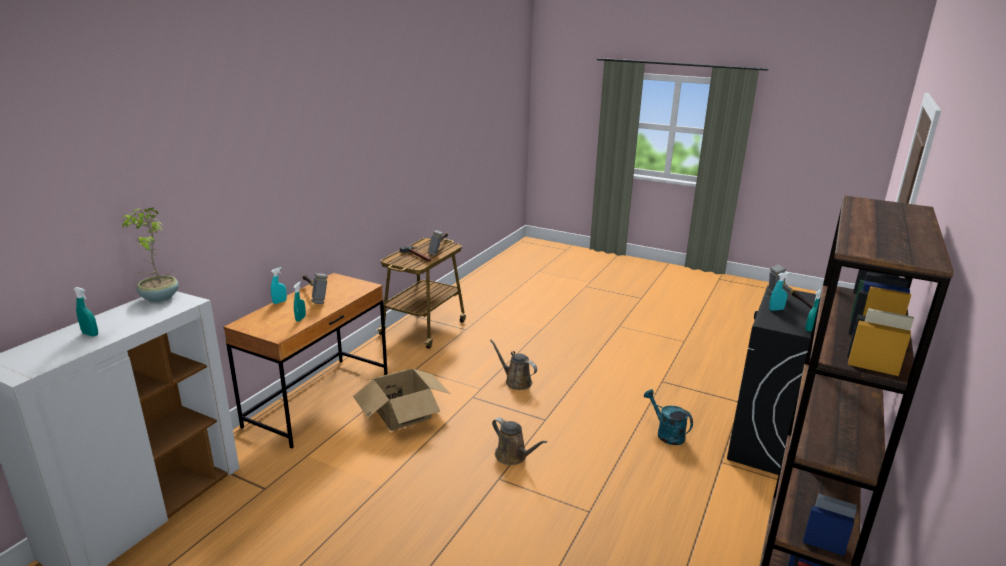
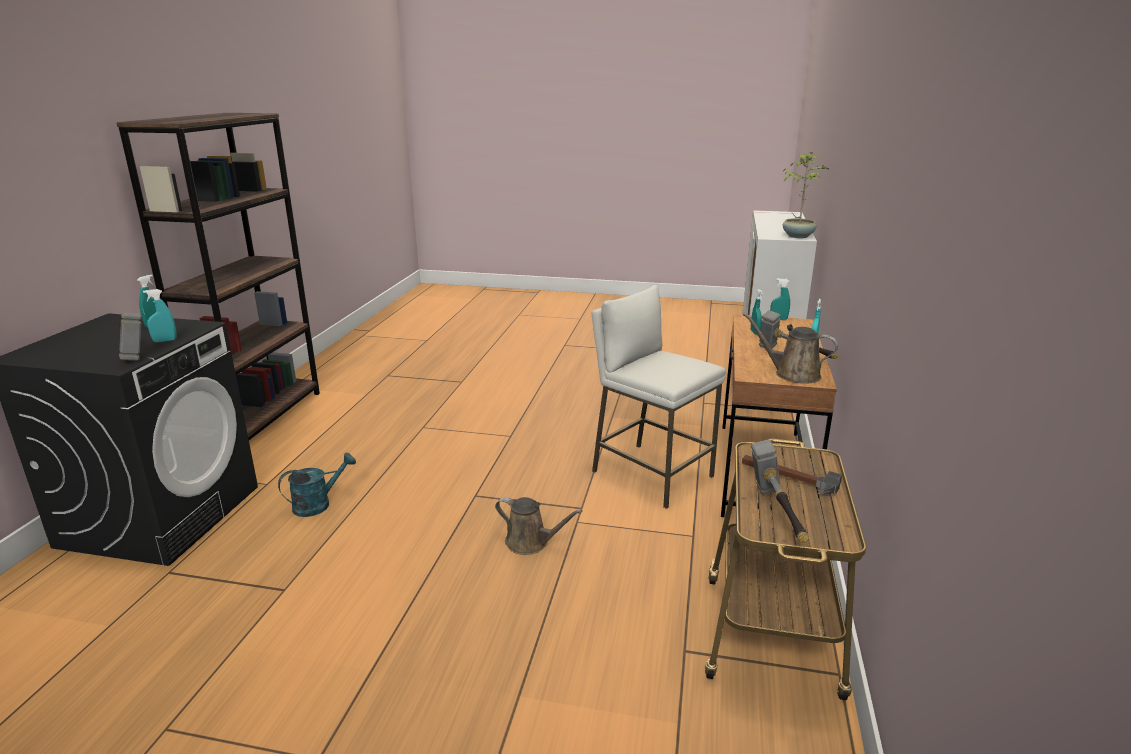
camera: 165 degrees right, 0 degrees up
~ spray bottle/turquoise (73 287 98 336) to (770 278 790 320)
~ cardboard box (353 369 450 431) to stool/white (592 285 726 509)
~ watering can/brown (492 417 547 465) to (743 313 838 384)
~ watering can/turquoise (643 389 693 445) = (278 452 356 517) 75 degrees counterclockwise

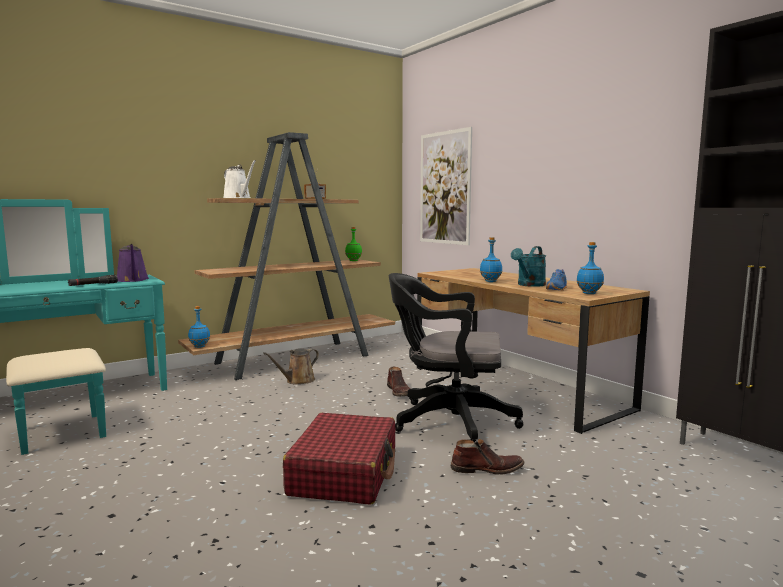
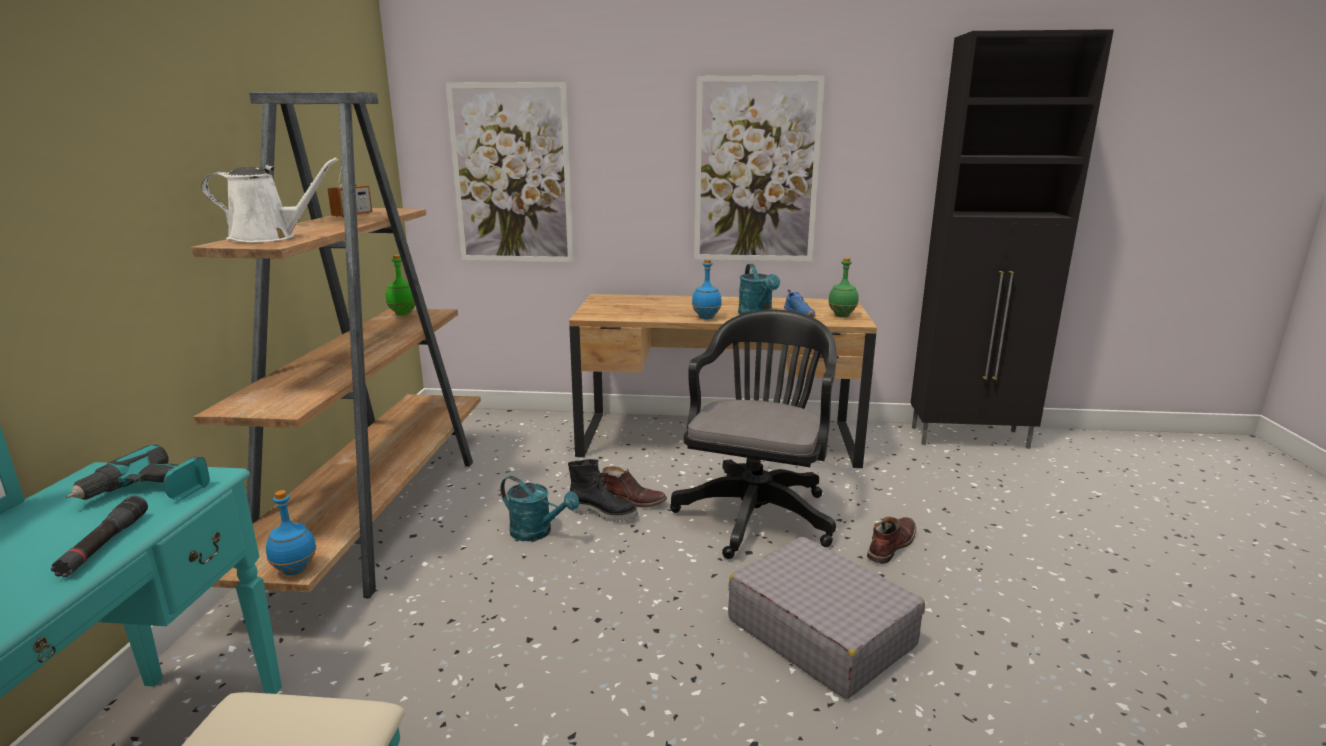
camera: 50 degrees left, 10 degrees up
~ watering can/purple (117 244 149 282) to power drill (66 445 209 501)
- watering can/brown (263 348 319 385)
~ suitcase/red (283 413 395 505) to suitcase/grey (728 537 925 699)
~ office chair/black (389 273 524 442) = (670 309 837 559) 150 degrees clockwise
~ bottle/blue (577 242 604 294) to bottle/green (828 258 859 317)
+ watering can/turquoise (501 476 579 541)
+ boot/black (568 459 638 522)
+ picture (694 75 825 261)

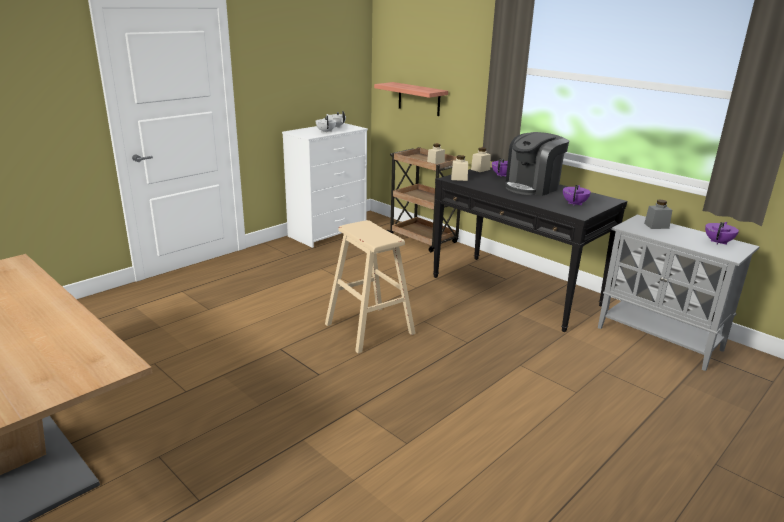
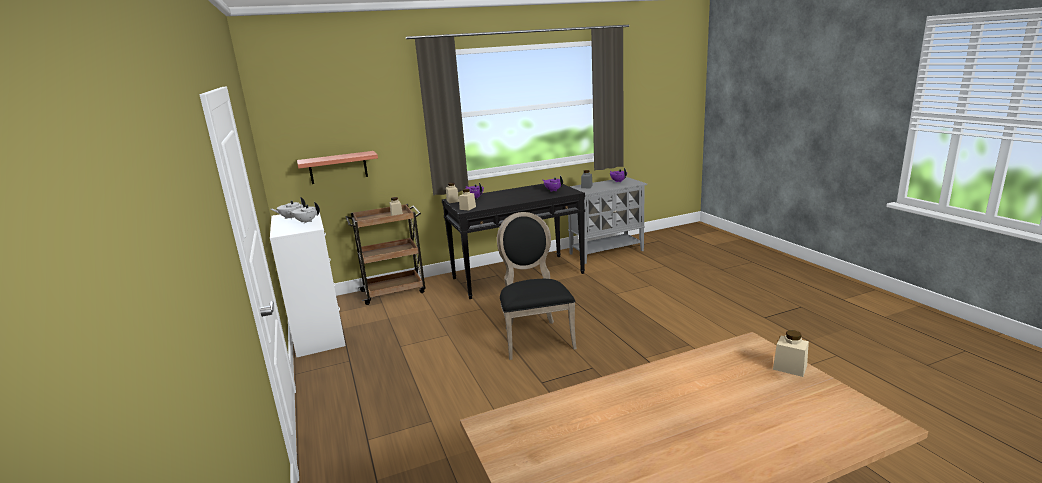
camera: 65 degrees left, 5 degrees down
~ stool/beige (325 220 416 354) to chair/black (497 212 577 360)
- coffee machine (505 132 569 196)
+ jar/beige (773 330 809 377)

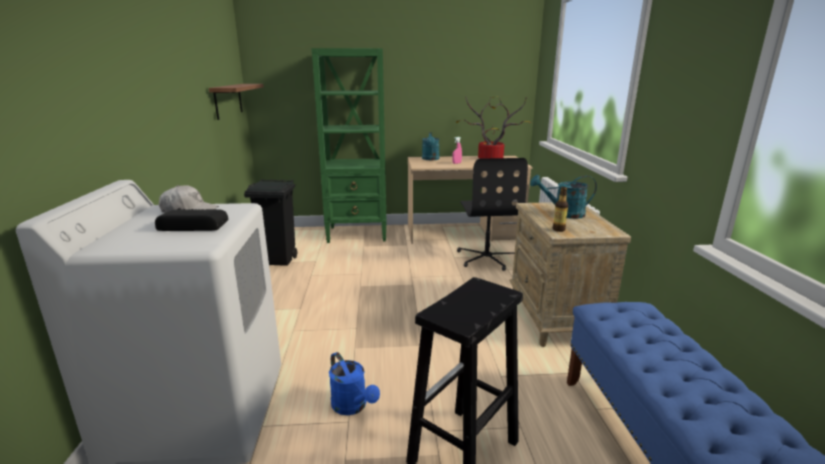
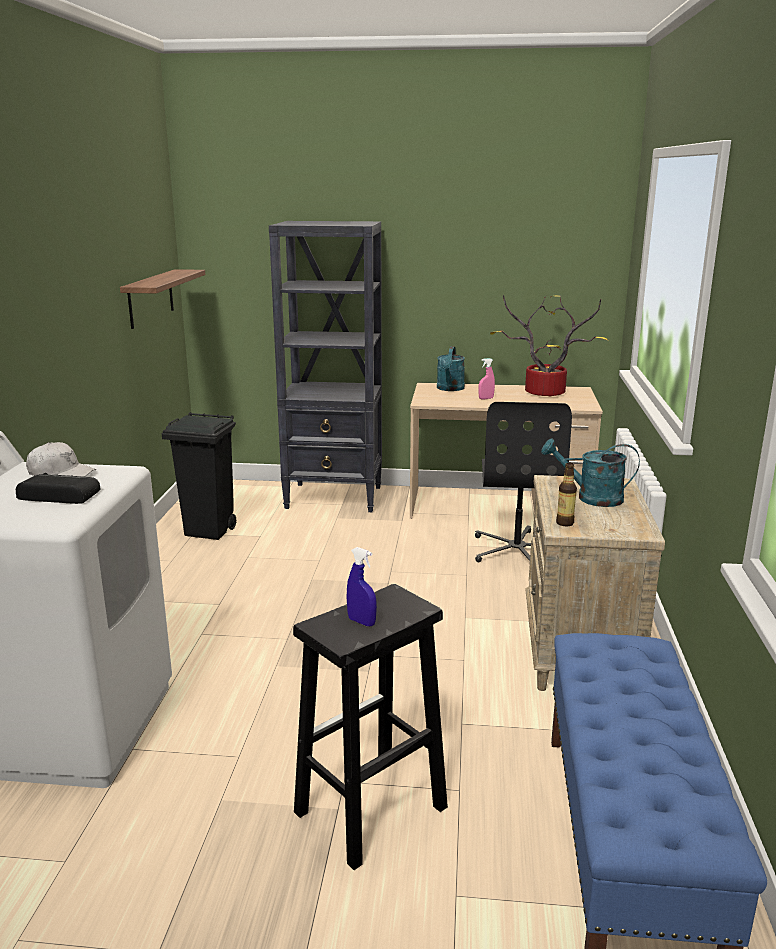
camera: 10 degrees right, 0 degrees up
~ bookcase/green (311 48 387 243) to bookcase/black (269 221 382 512)
- watering can/blue (329 352 380 415)
+ spray bottle/blue (347 547 377 627)

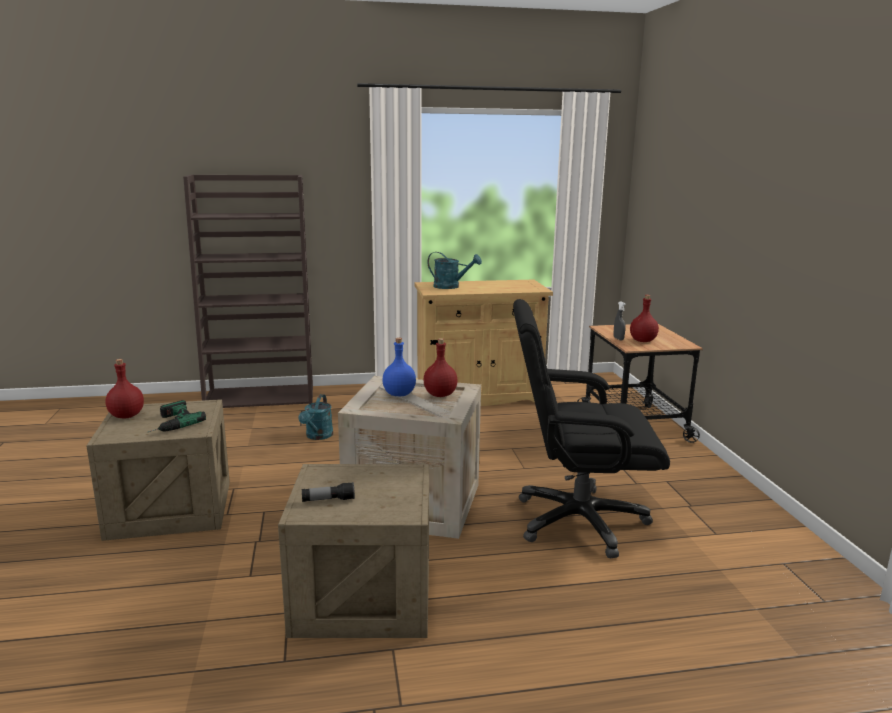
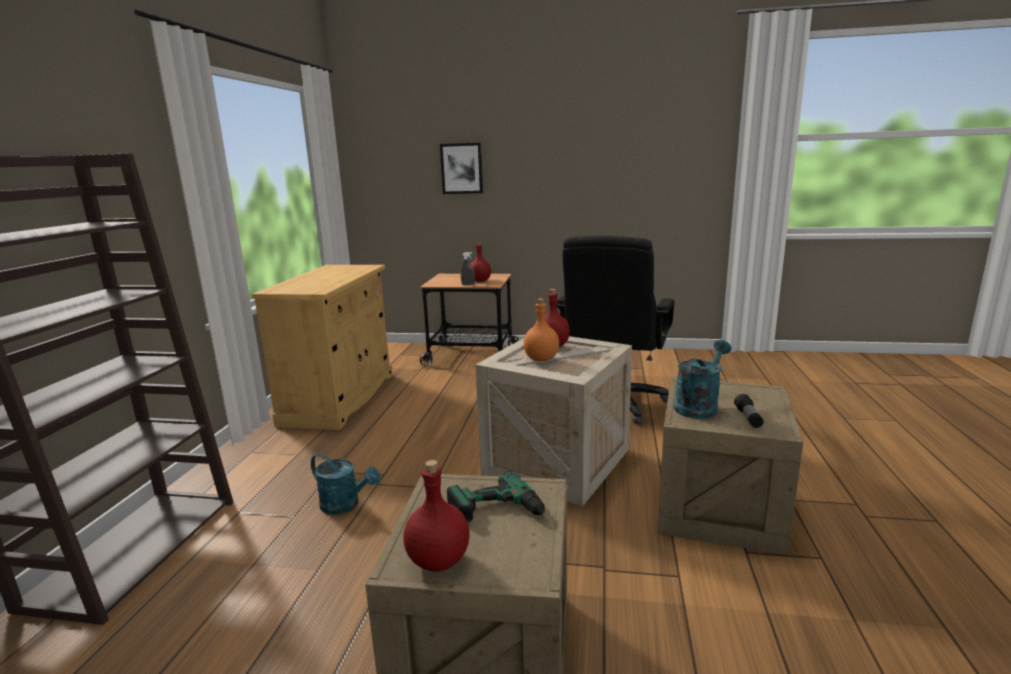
camera: 70 degrees left, 0 degrees up
~ bottle/blue (382 338 416 396) to bottle/orange (523 298 559 361)
~ watering can/turquoise (427 252 482 289) to (674 340 731 419)
+ picture (440 143 483 194)

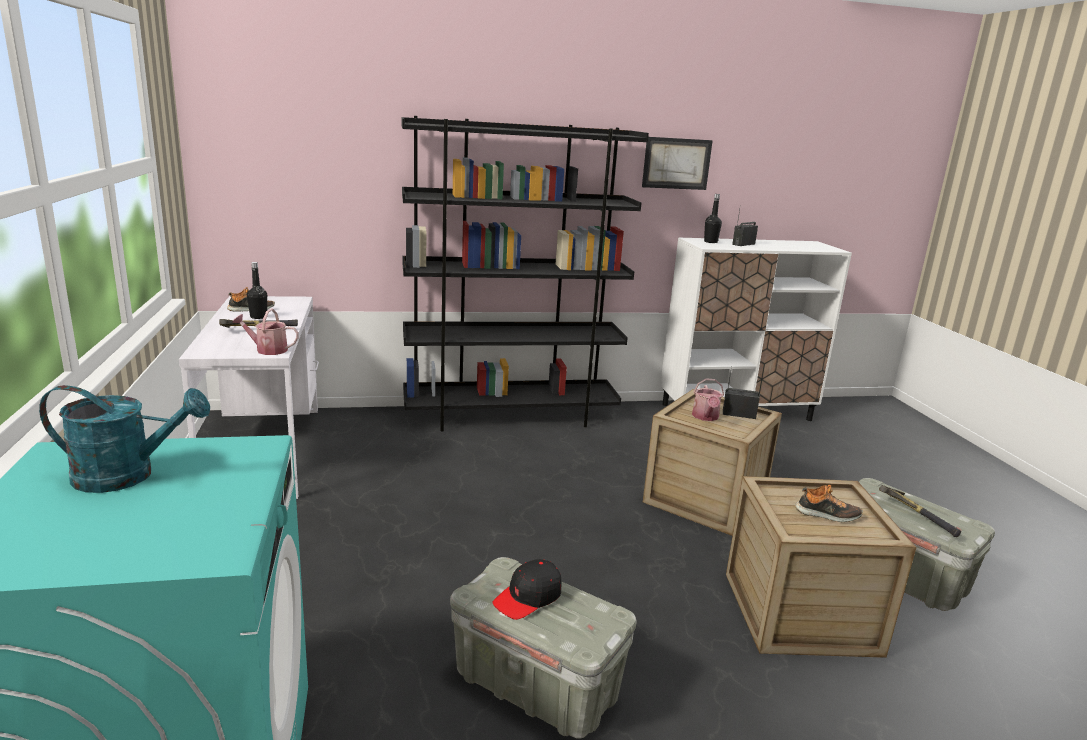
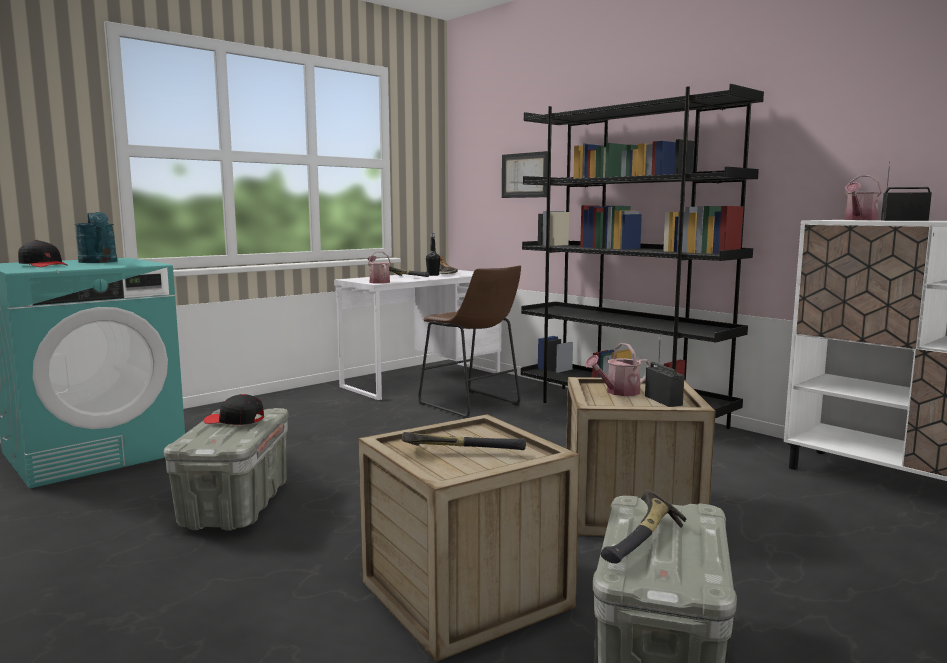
camera: 60 degrees right, 10 degrees down
~ picture (642 137 713 190) to (502 151 548 198)
~ bottle/black (704 194 722 243) to watering can (844 175 882 220)
~ shoe (795 485 863 522) to hammer (402 432 526 450)
+ cap/black (18 240 68 267)
+ stool/brown (419 265 521 418)

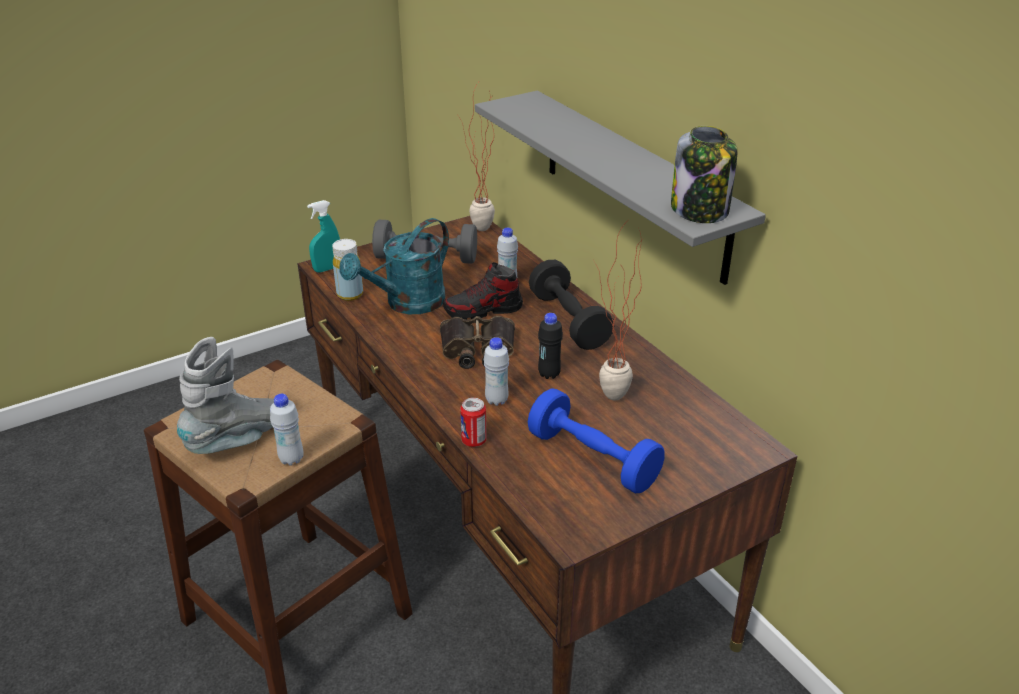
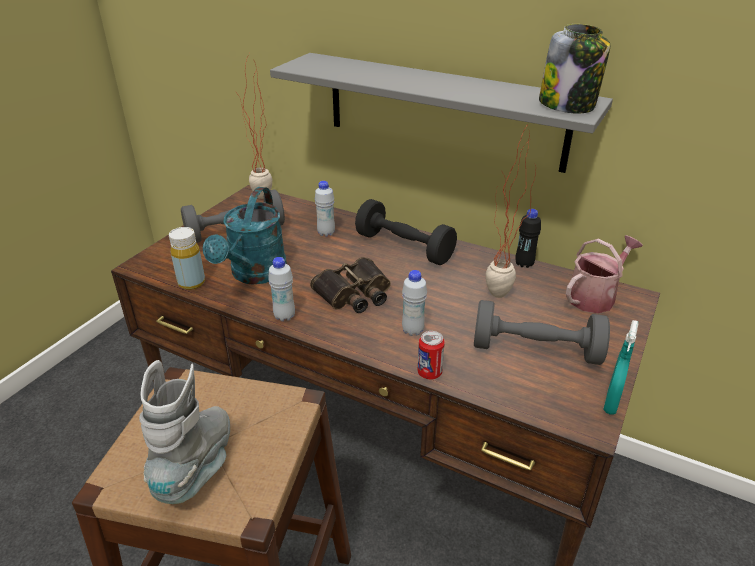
camera: 30 degrees left, 0 degrees up
~ bottle/white (270 394 304 466) to (268 257 295 321)
~ spray bottle/turquoise (307 200 340 273) to (603 320 638 415)
- shoe (443 262 523 320)
~ dumbbell/blue (528 388 665 493) to dumbbell/grey (474 300 610 365)
~ bottle/black (538 313 563 379) to (515 209 541 268)
+ watering can (566 235 643 313)

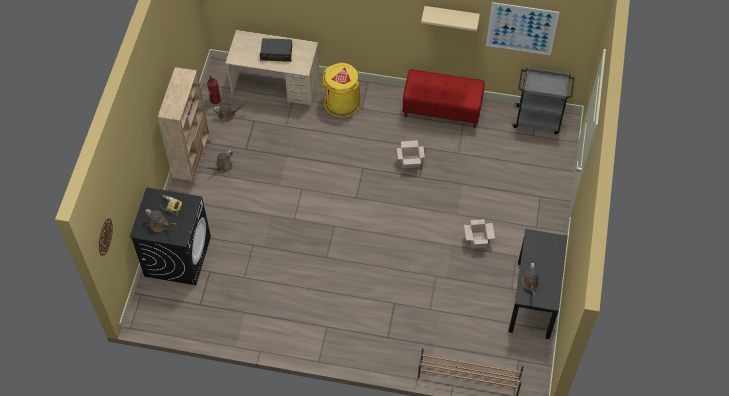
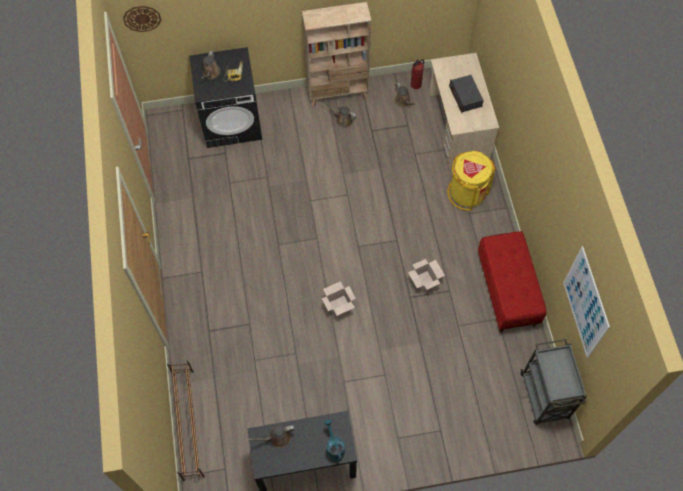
camera: 70 degrees right, 5 degrees up
- shelf/beige (421 6 480 31)
~ cardboard box (464 219 495 249) to (322 281 356 316)
+ watering can/turquoise (324 420 345 461)

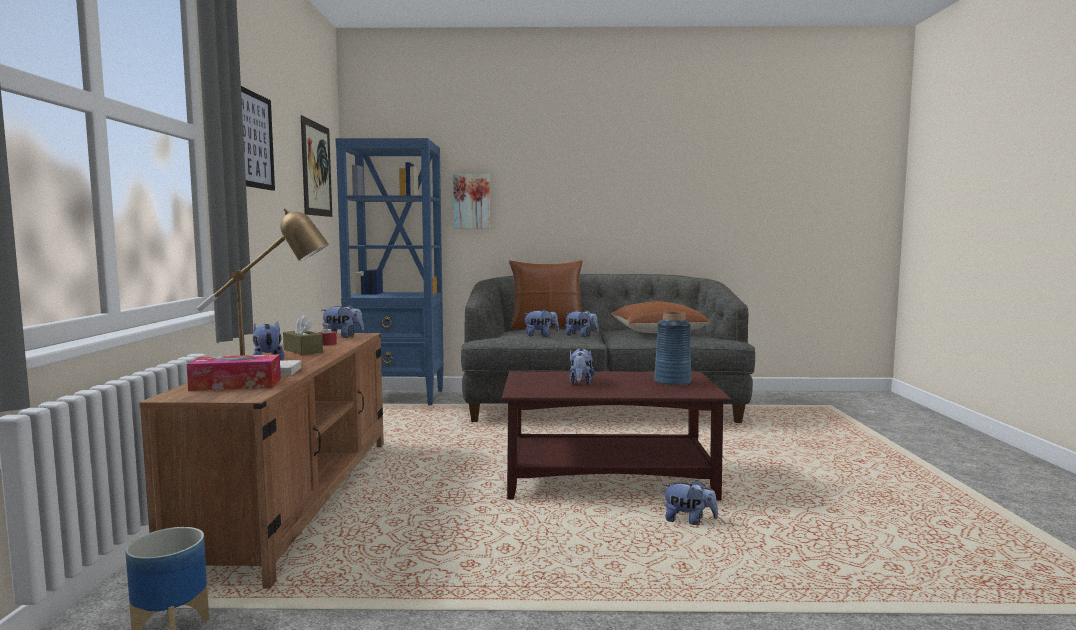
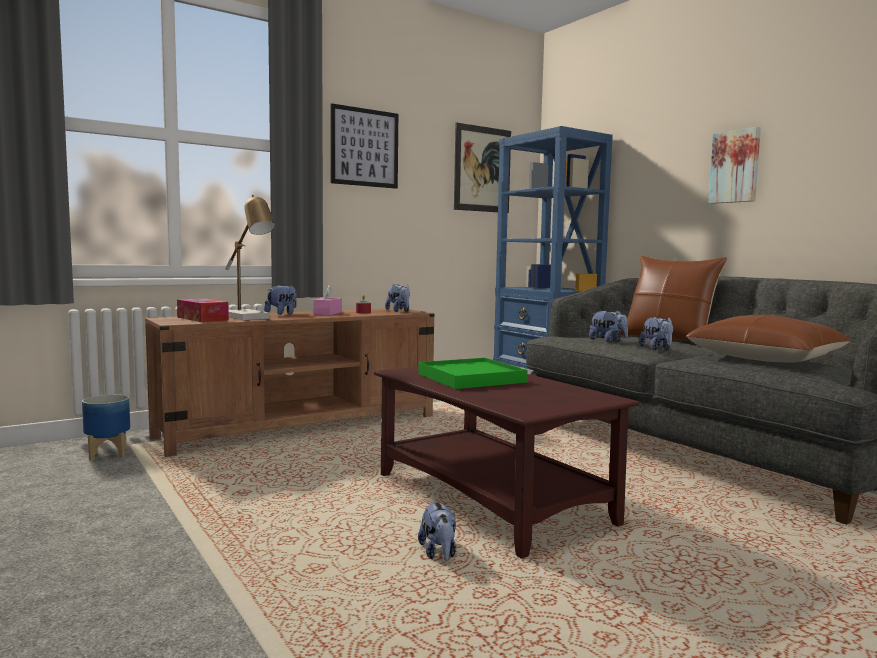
camera: 55 degrees right, 0 degrees up
~ tissue box/brown (283 315 323 355) to tissue box/pink (313 285 342 315)
~ picture (453 174 490 229) to (708 127 761 204)
~ plush toy (569 348 594 385) to tray/green (418 358 528 389)
- vase/blue (654 312 691 386)

